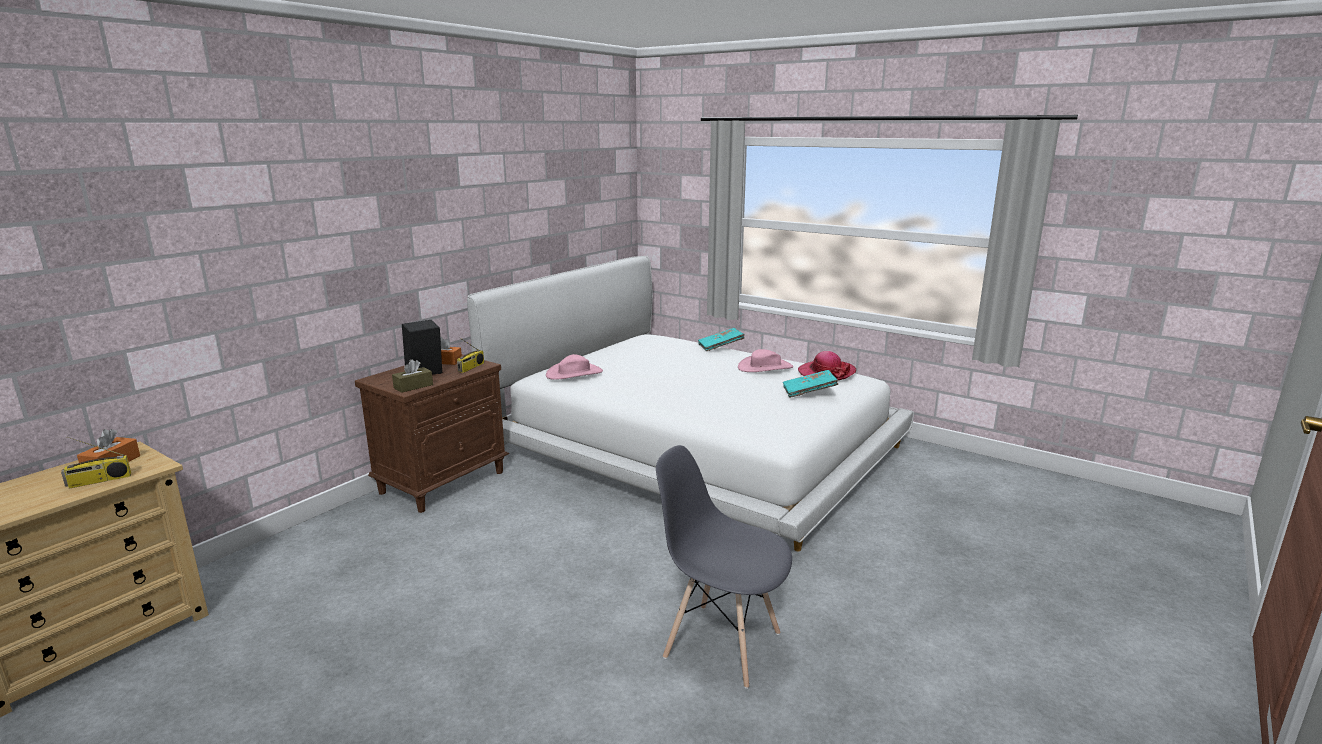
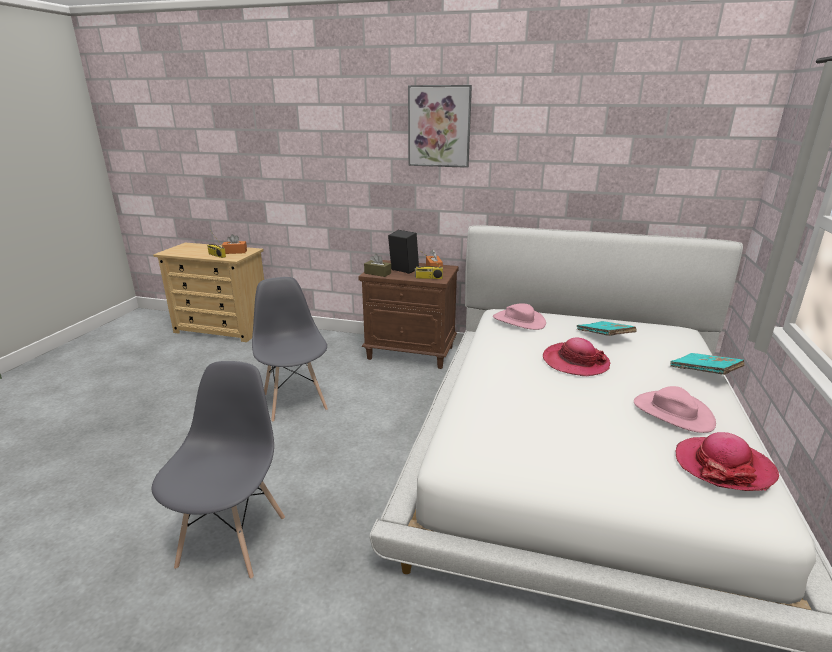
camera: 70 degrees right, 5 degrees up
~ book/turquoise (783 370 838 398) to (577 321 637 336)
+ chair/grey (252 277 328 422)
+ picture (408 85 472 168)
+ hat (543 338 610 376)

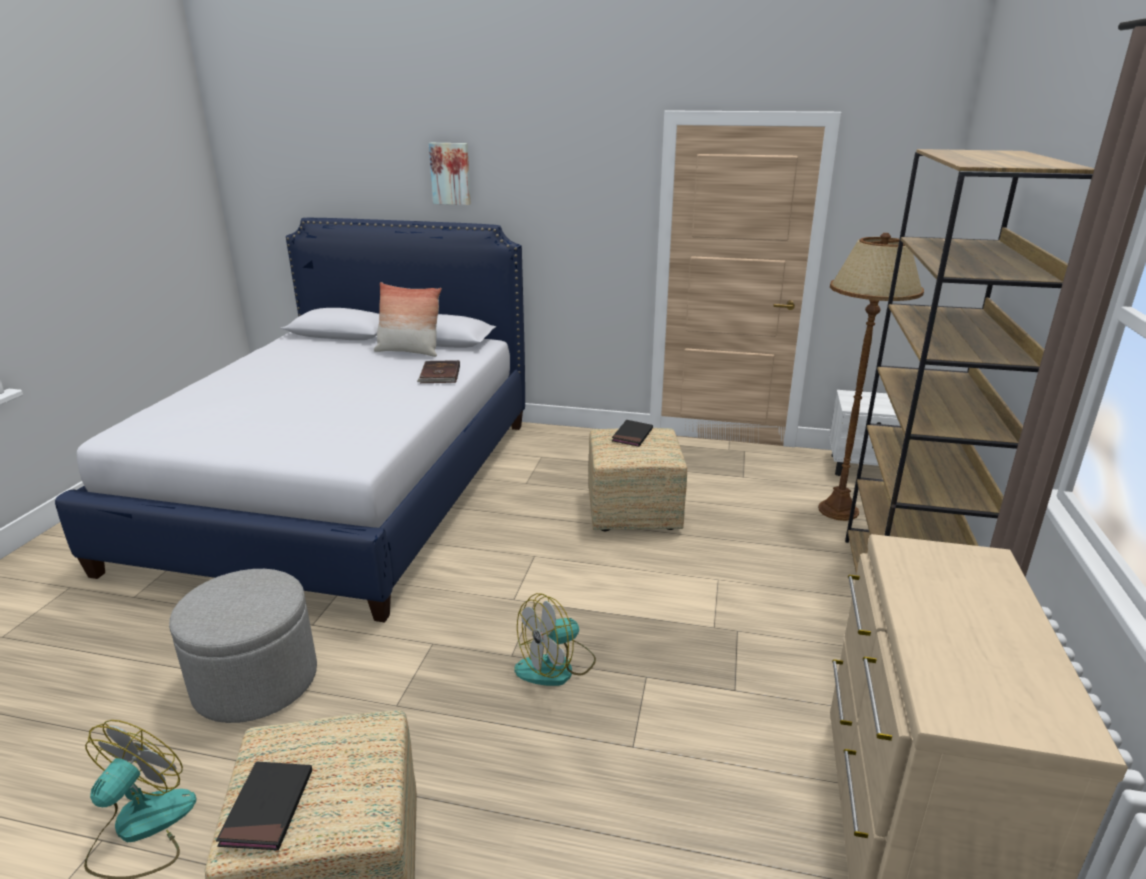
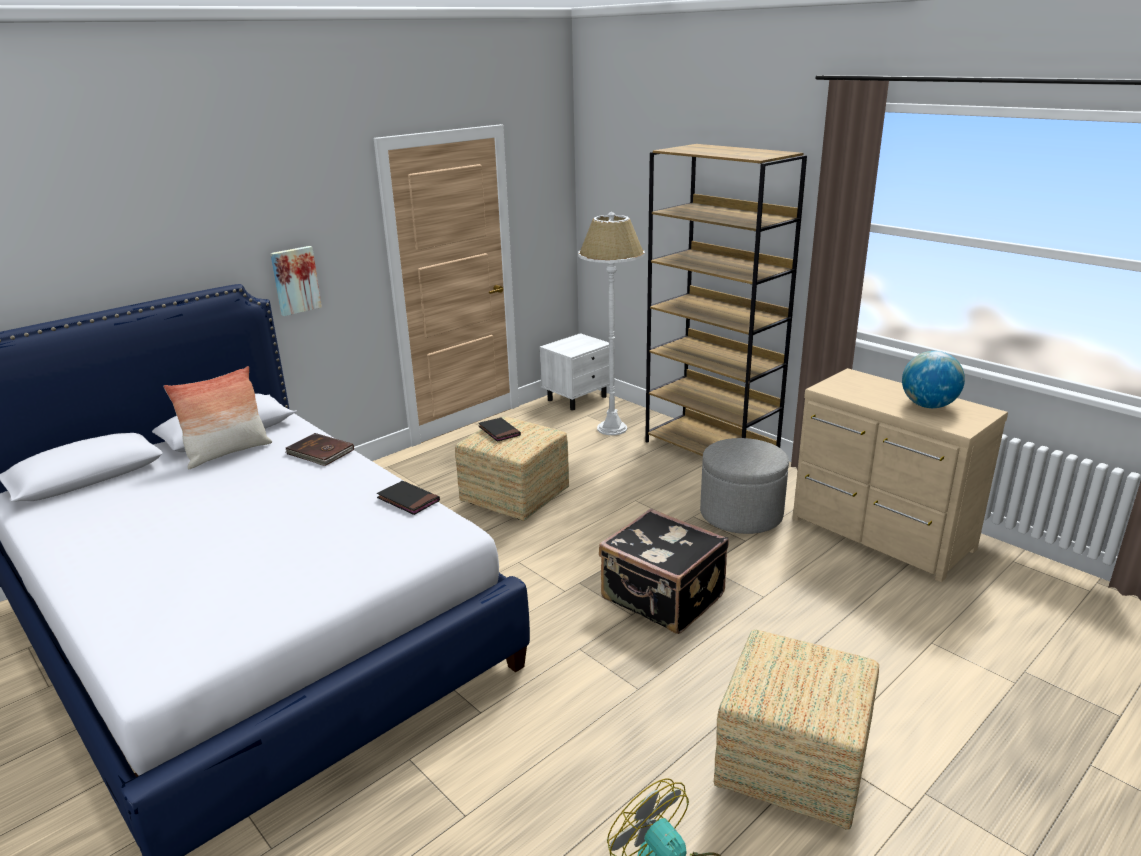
camera: 55 degrees left, 0 degrees up
~ ottoman/grey (169 569 317 723) to (700 438 789 534)
~ book/black (216 762 312 851) to (377 481 440 515)
~ picture (429 143 471 205) to (270 246 322 316)
~ fan (514 593 596 686) to suitcase/black (599 509 729 634)
~ floor lamp/brown (818 233 924 521) to floor lamp/white (578 212 645 435)
+ globe (902 351 965 408)

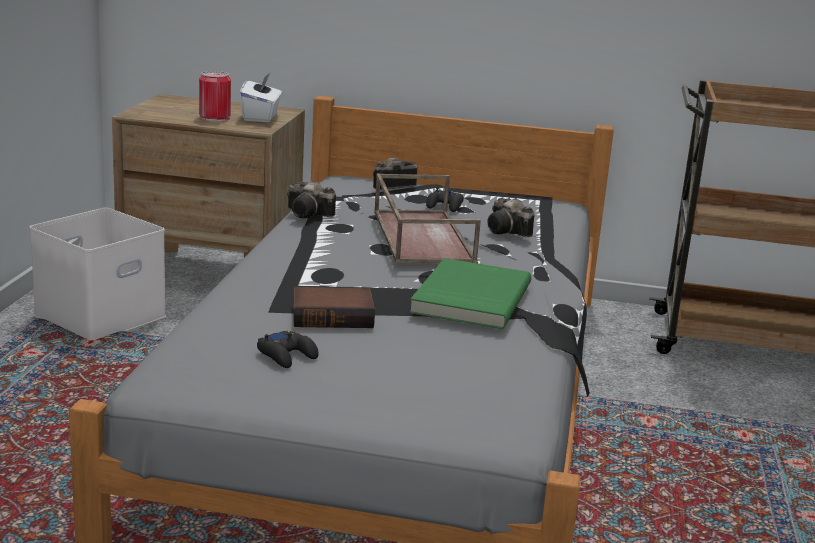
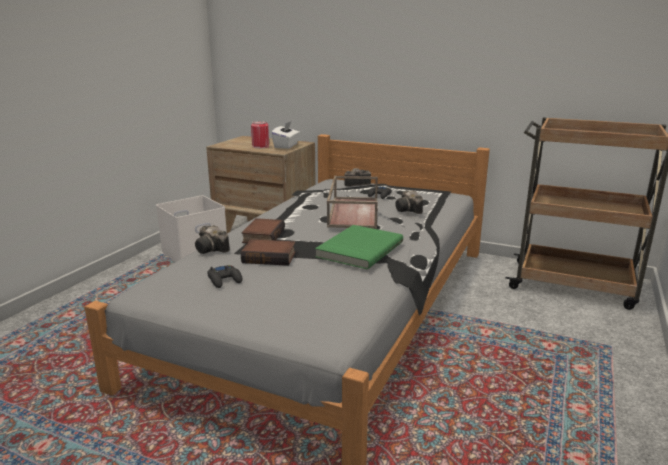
camera: 15 degrees right, 0 degrees up
~ photo camera (287 181 336 218) to (195 225 230 254)
+ book (242 218 285 243)

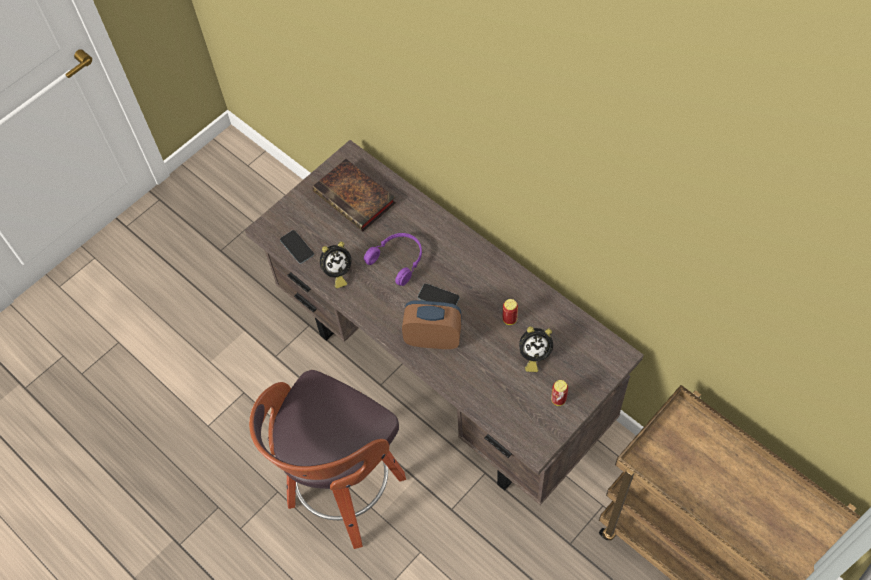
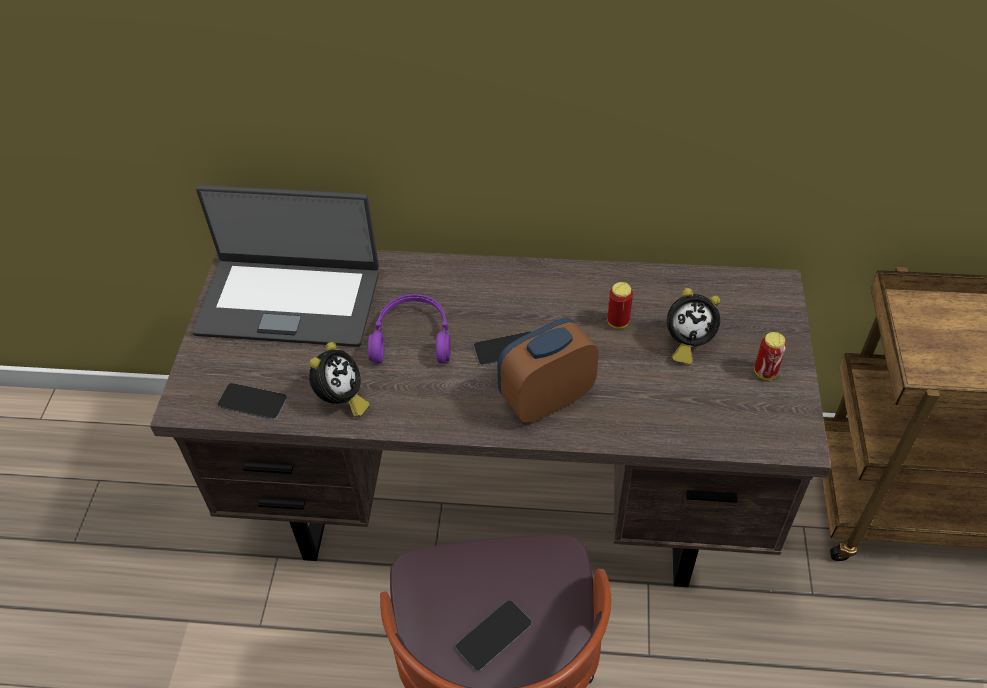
camera: 40 degrees left, 10 degrees down
~ book (312 159 396 231) to laptop (192 185 379 347)
~ alarm clock (519 326 553 372) = (667 288 720 364) 45 degrees clockwise
+ phone (456 600 531 671)

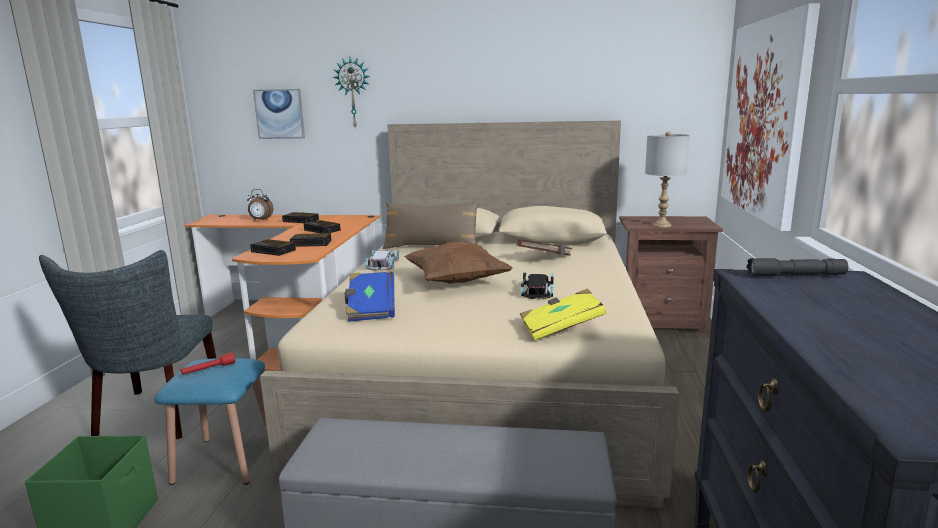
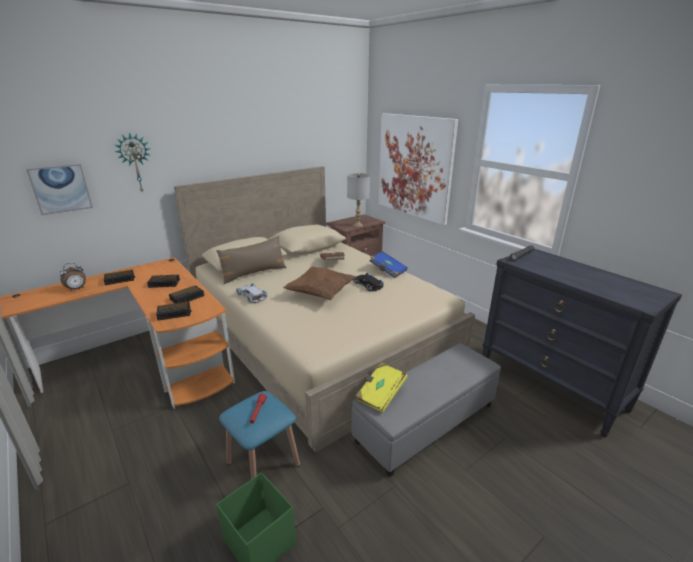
camera: 45 degrees left, 10 degrees up
- chair/grey (39 250 217 439)
~ book/blue (345 272 395 322) to (370 251 408 278)
~ book/yellow (520 288 606 340) to (356 362 408 413)

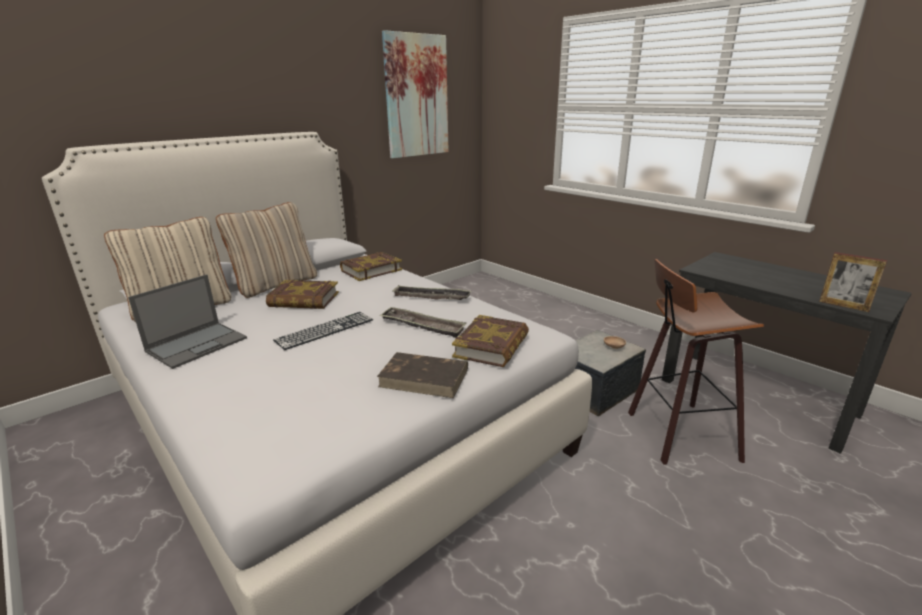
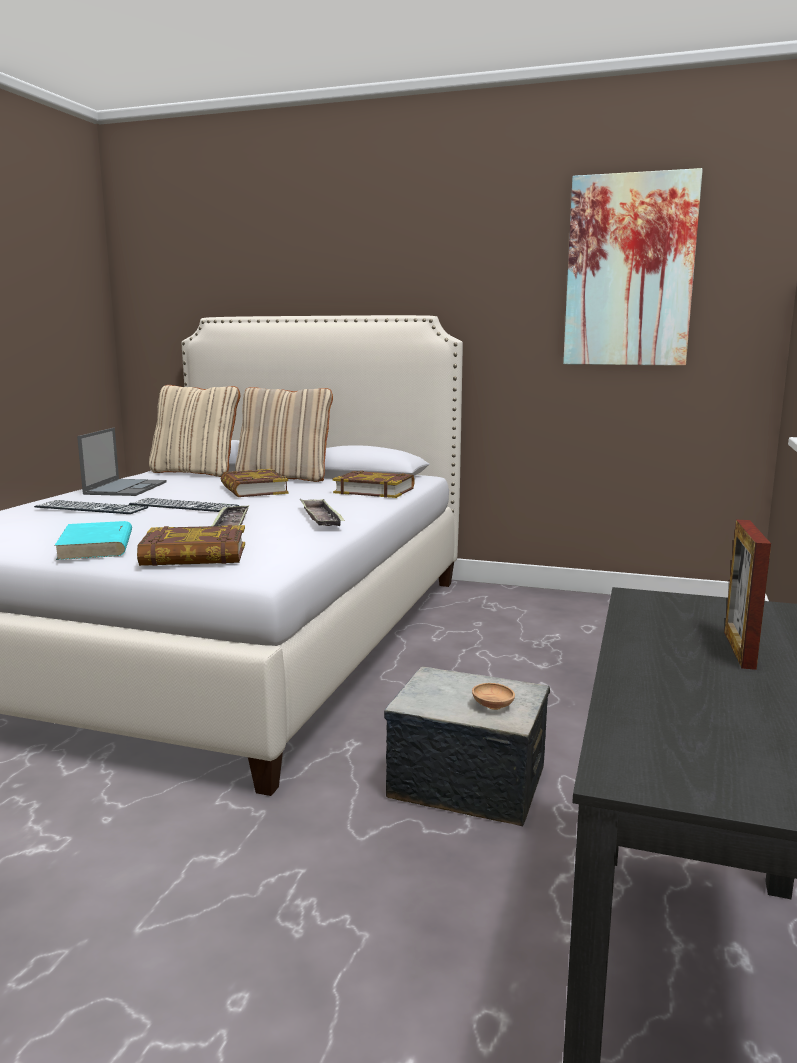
camera: 60 degrees right, 10 degrees down
~ laptop (128 274 247 369) = (77 428 167 496) 90 degrees counterclockwise
~ book/brown (377 352 468 398) to book/turquoise (54 521 132 560)
- stool (628 259 764 465)
~ picture frame (819 252 887 312) to (724 520 771 670)
+ keyboard (34 500 148 514)

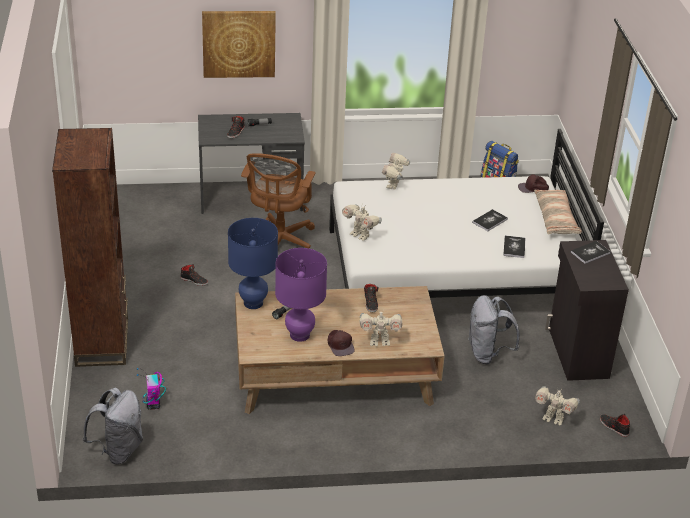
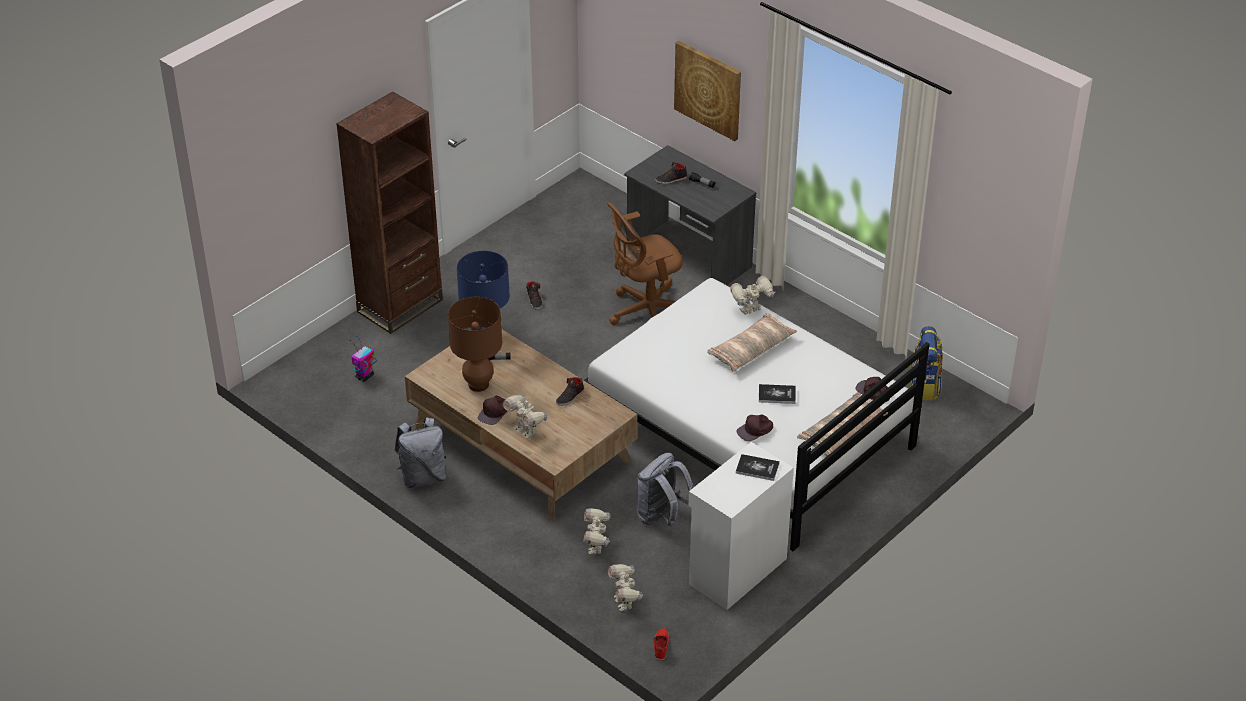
camera: 50 degrees right, 5 degrees up
~ backpack/grey (82 388 143 464) to (394 417 446 488)
~ table lamp/purple (275 248 327 342) to table lamp/brown (448 297 502 392)
~ toy robot (342 205 382 241) to (583 508 611 554)
~ book (503 235 525 258) to cap/brown (736 415 773 441)
~ cabinet/black (545 240 629 381) to cabinet/white (689 442 794 610)
~ shoe/black (600 414 630 437) to shoe/red (652 628 670 661)
+ pillow (707 313 797 372)

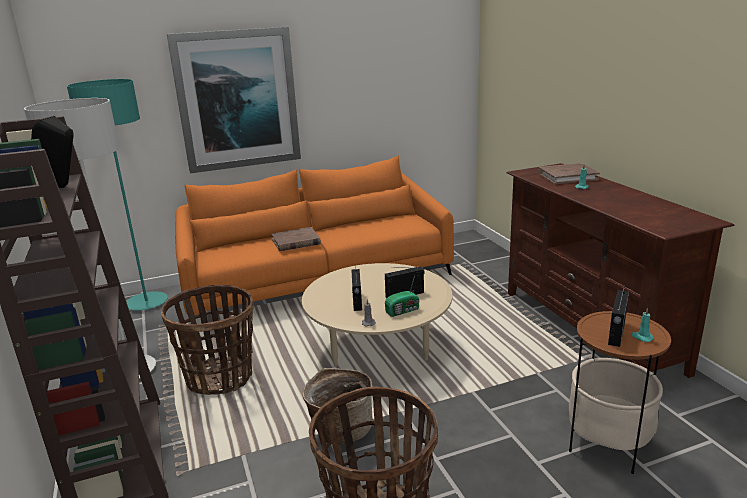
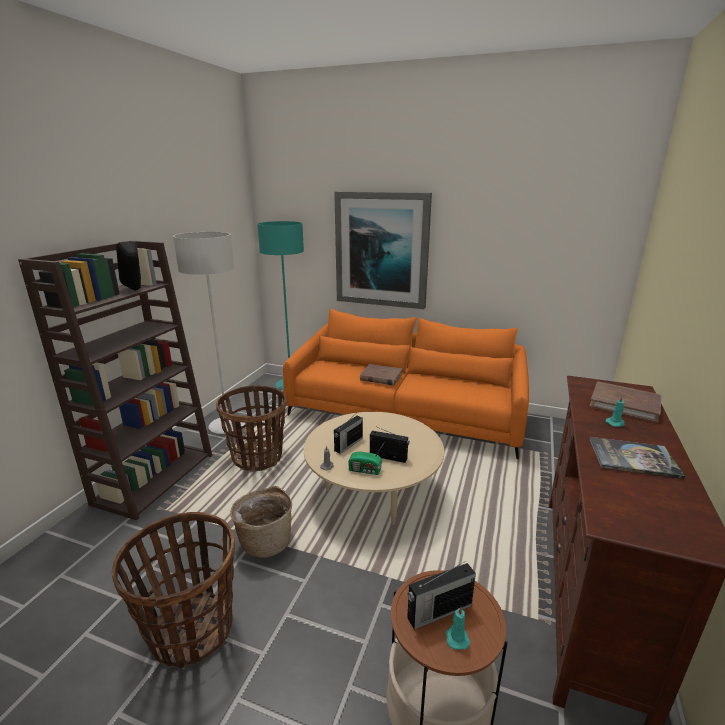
camera: 40 degrees right, 0 degrees up
+ book (590 437 685 479)

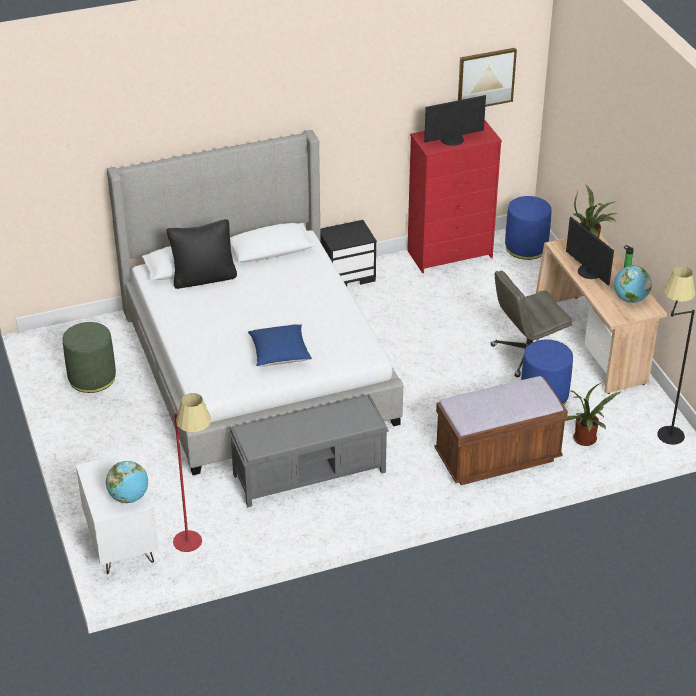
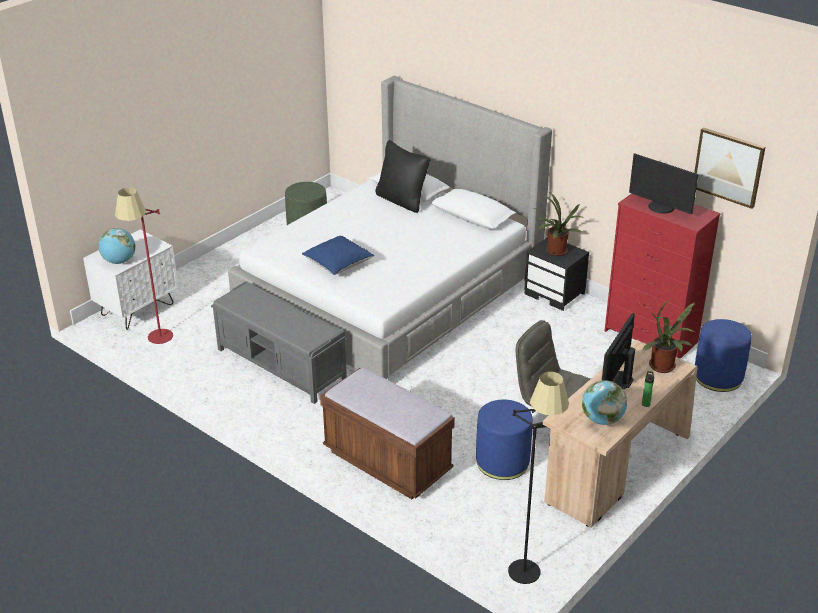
camera: 60 degrees right, 5 degrees down
~ potted plant (566 382 622 446) to (534 191 584 256)

